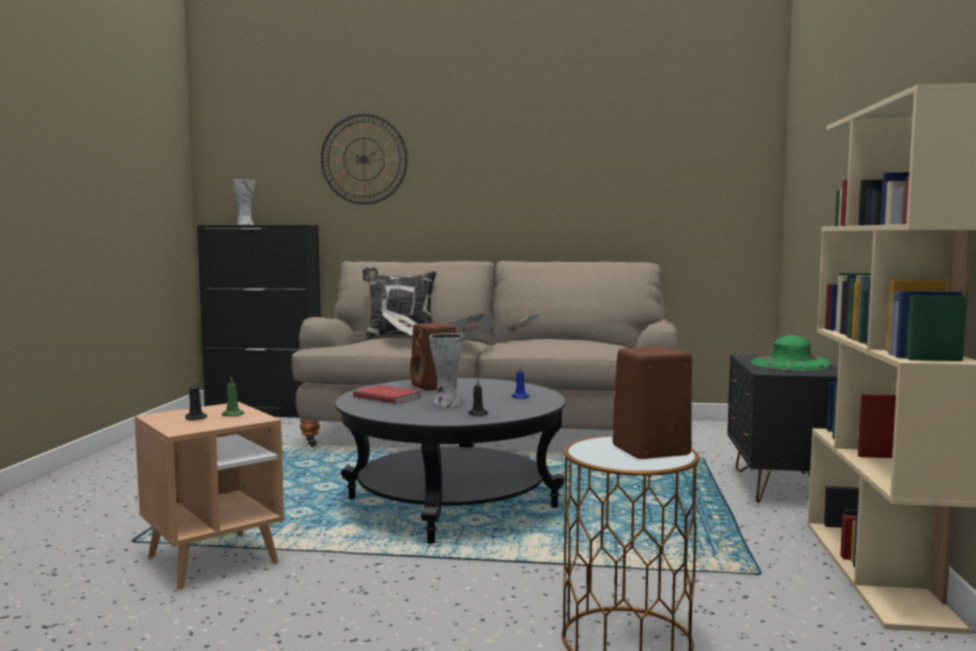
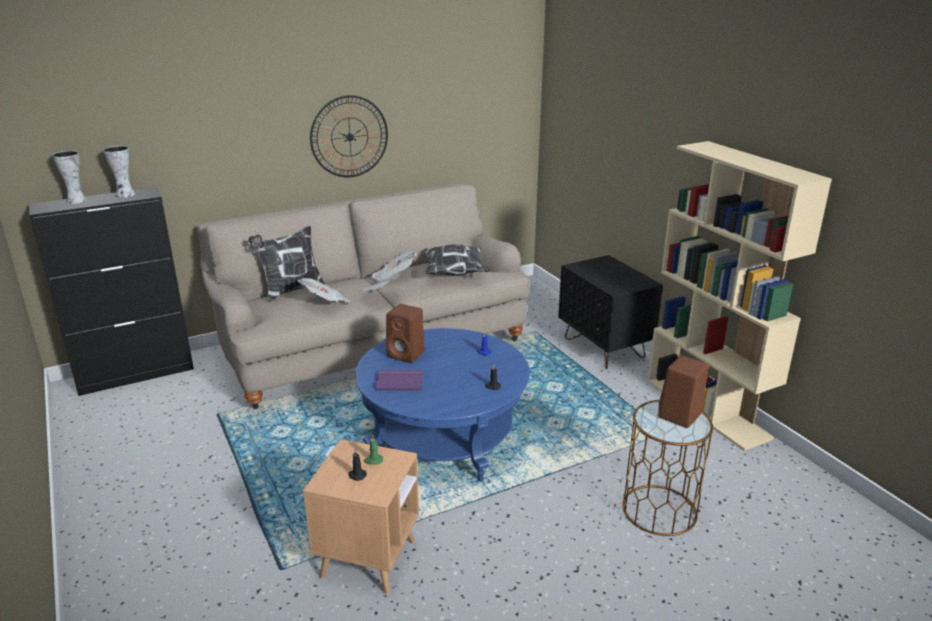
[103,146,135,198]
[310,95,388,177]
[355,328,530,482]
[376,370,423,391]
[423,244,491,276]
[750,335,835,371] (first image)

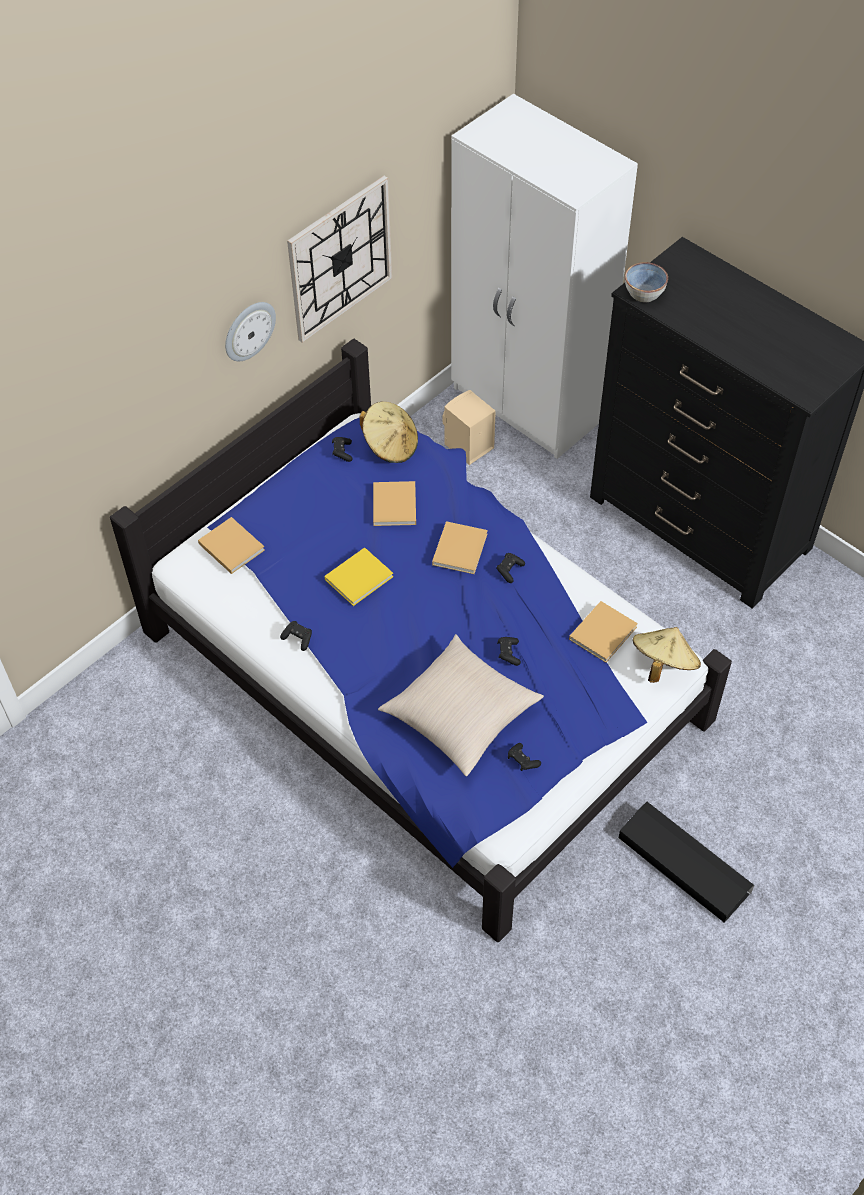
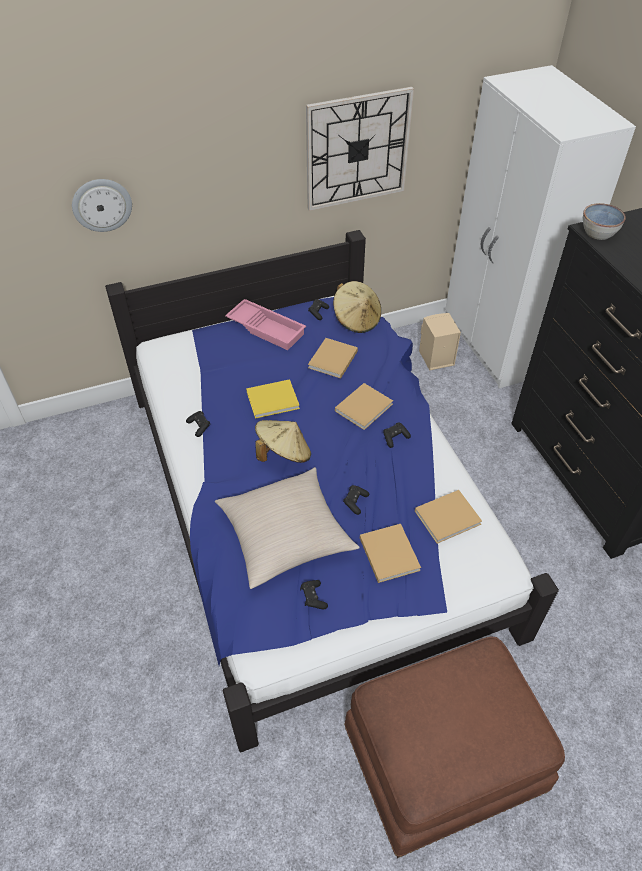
[72,179,132,232]
[225,299,306,350]
[255,420,311,463]
[344,636,565,858]
[360,524,421,583]

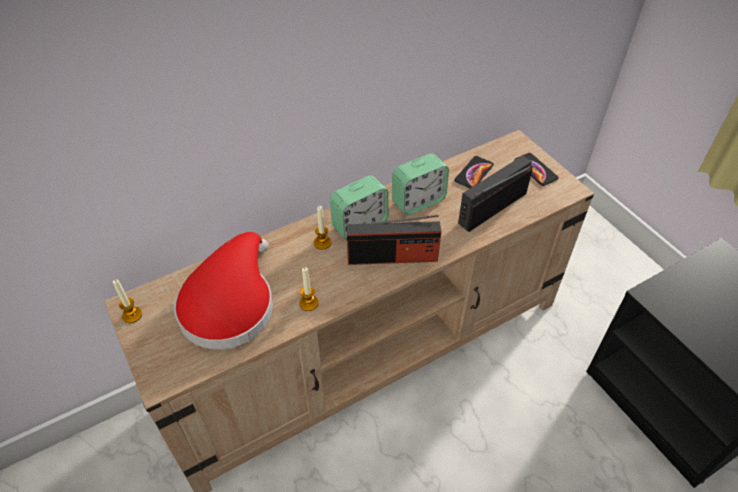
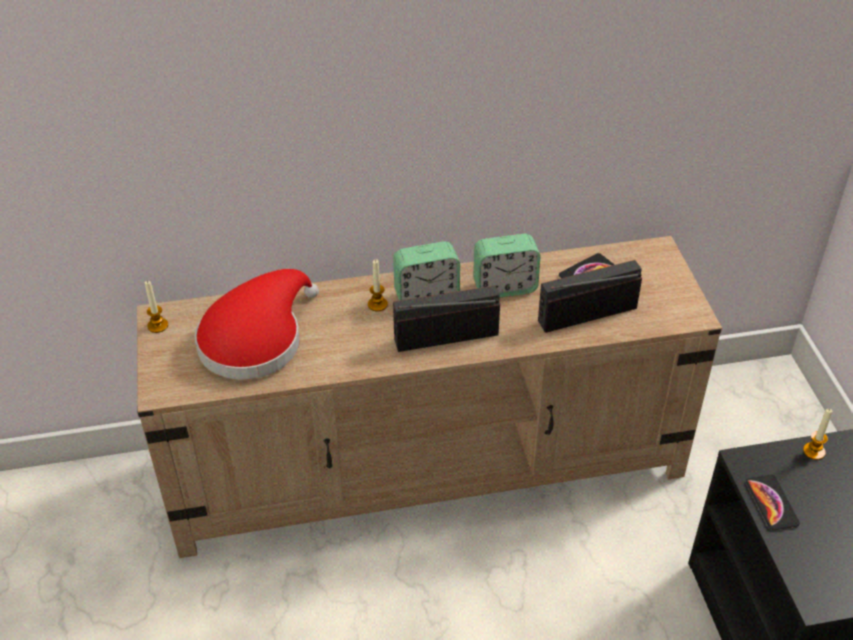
[393,285,500,352]
[746,474,800,530]
[803,409,833,460]

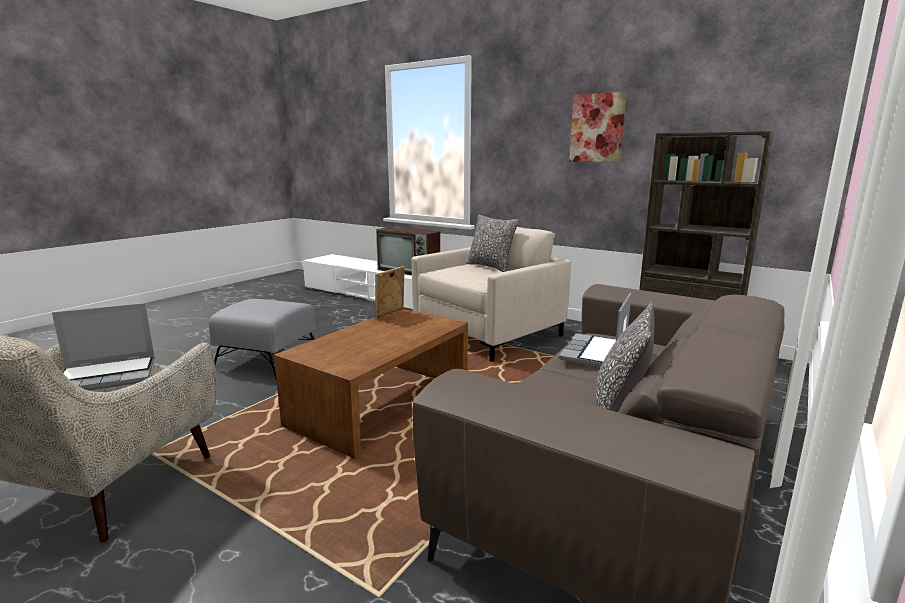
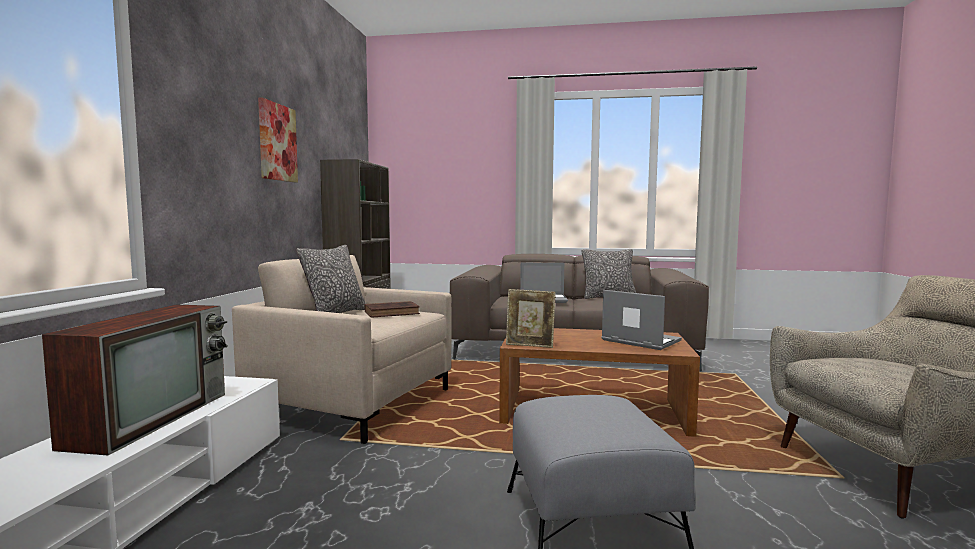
[365,301,420,318]
[601,290,682,350]

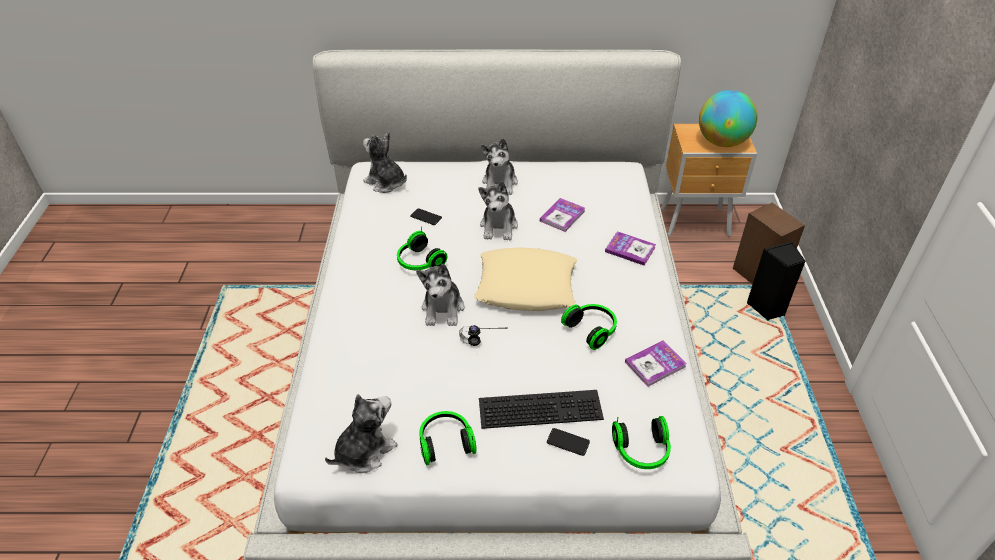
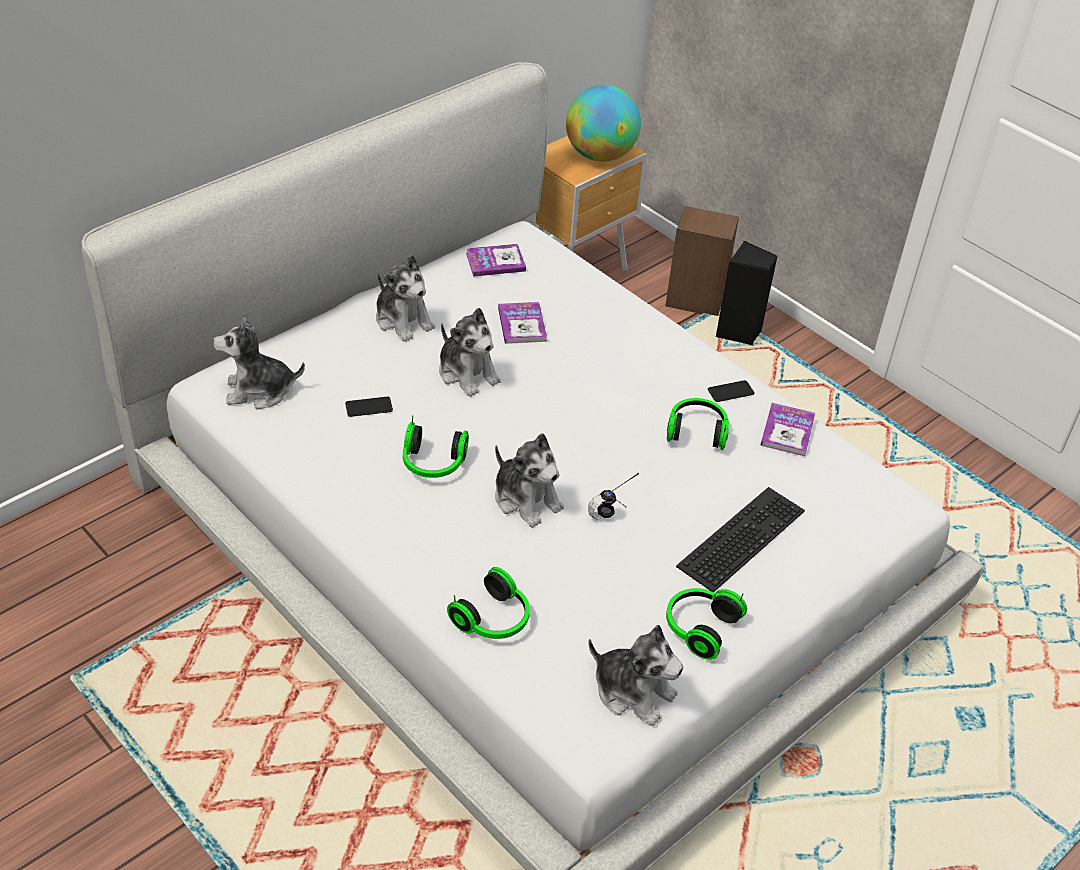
[447,567,530,639]
[466,244,526,277]
[588,625,683,726]
[708,380,755,402]
[474,247,577,311] (first image)

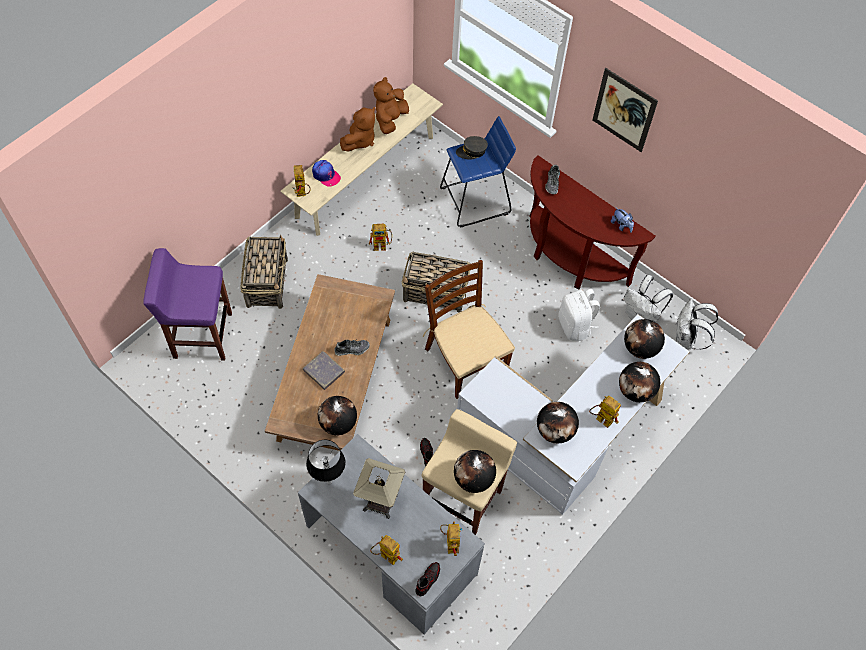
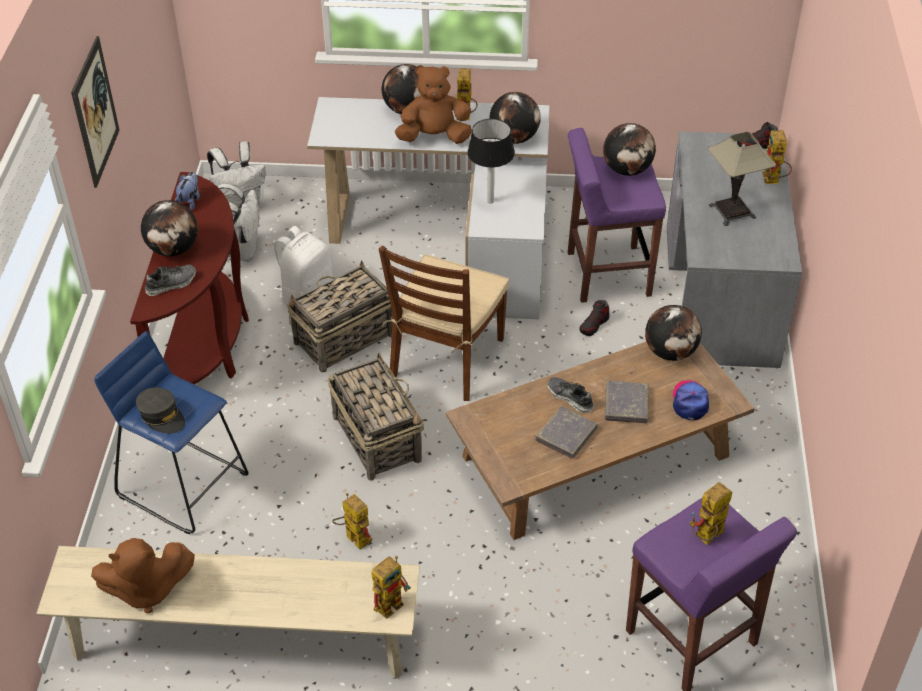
[141,200,198,256]
[287,260,392,372]
[395,65,472,144]
[467,119,515,203]
[536,406,598,459]
[568,128,666,303]
[673,380,709,420]
[689,482,732,545]

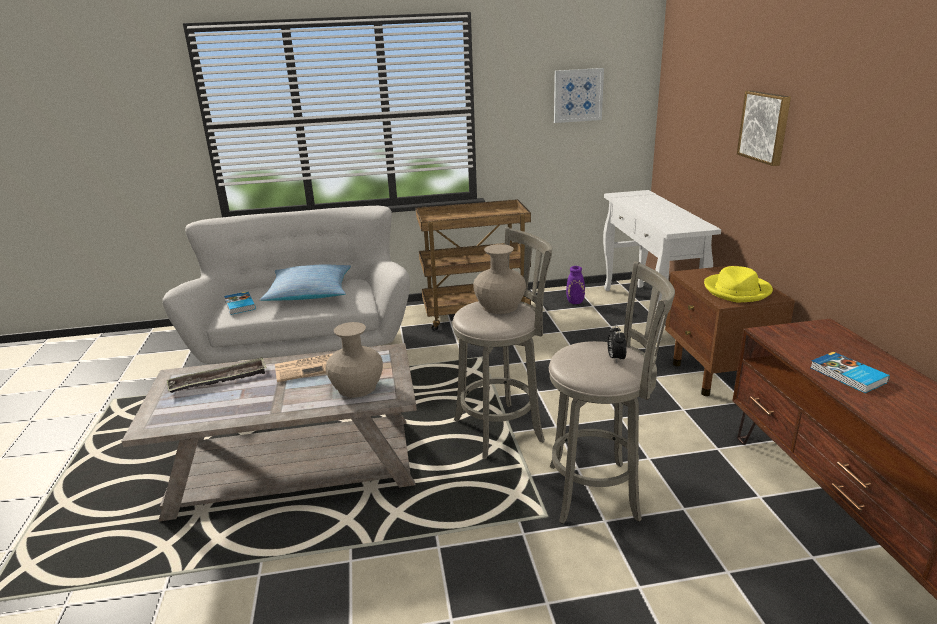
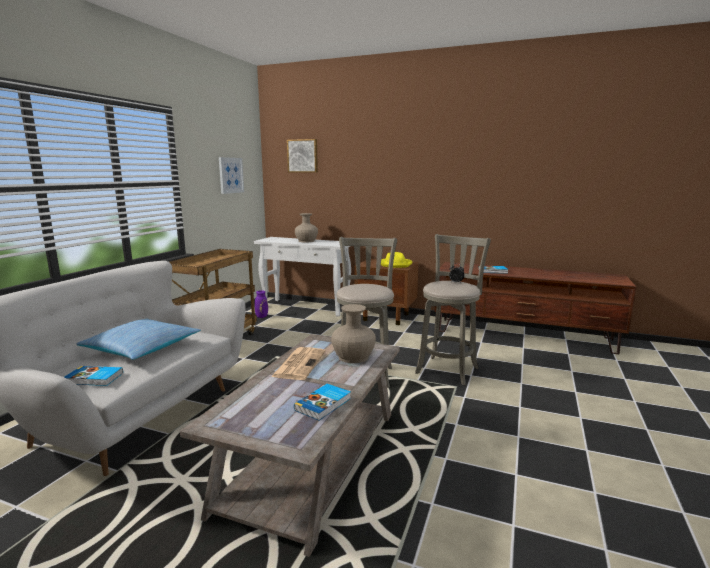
[287,139,318,173]
[294,384,351,421]
[295,213,318,243]
[166,357,267,393] (first image)

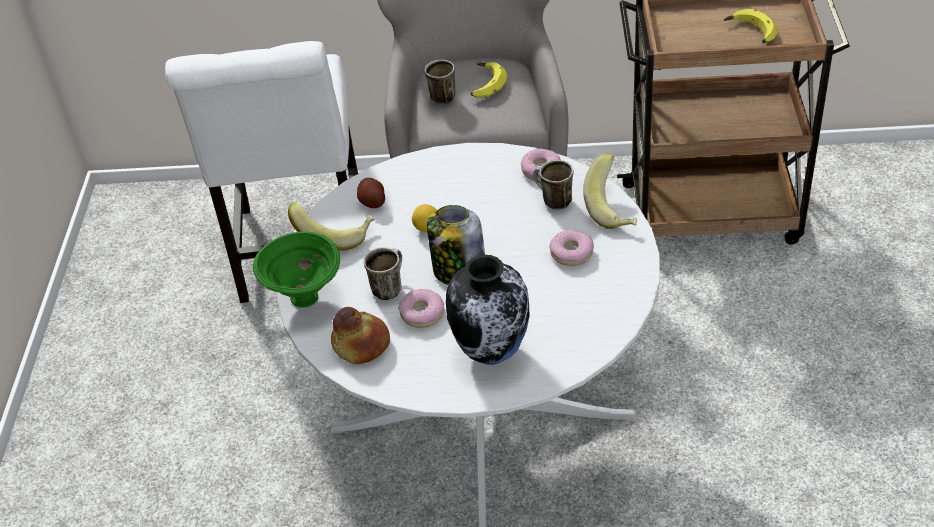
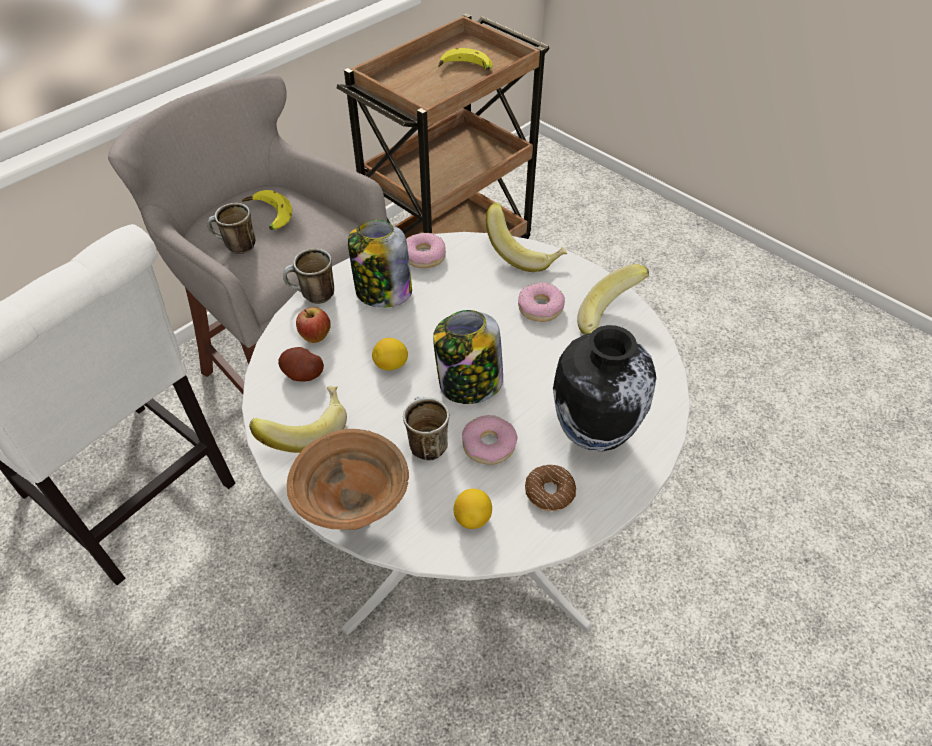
[283,248,334,304]
[287,429,409,530]
[296,307,331,343]
[348,220,412,308]
[453,489,492,529]
[525,465,576,511]
[577,264,649,334]

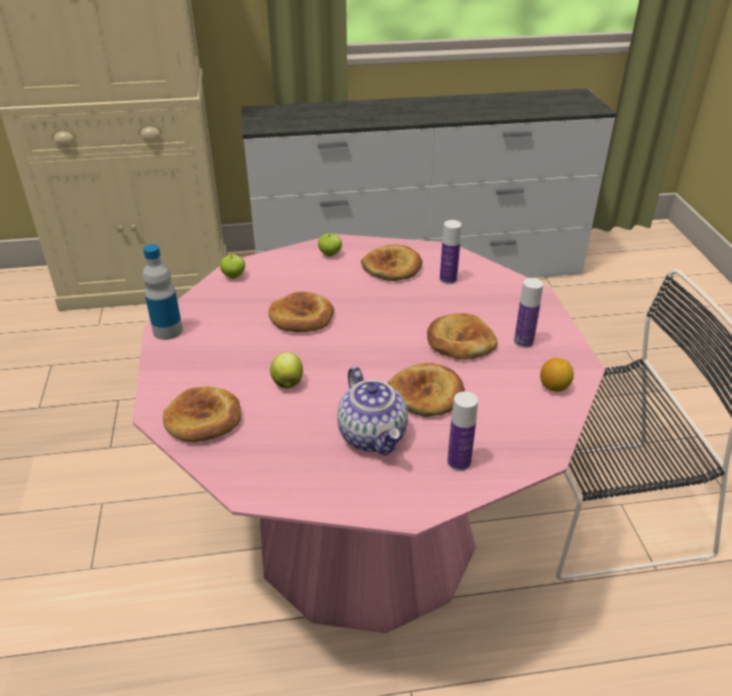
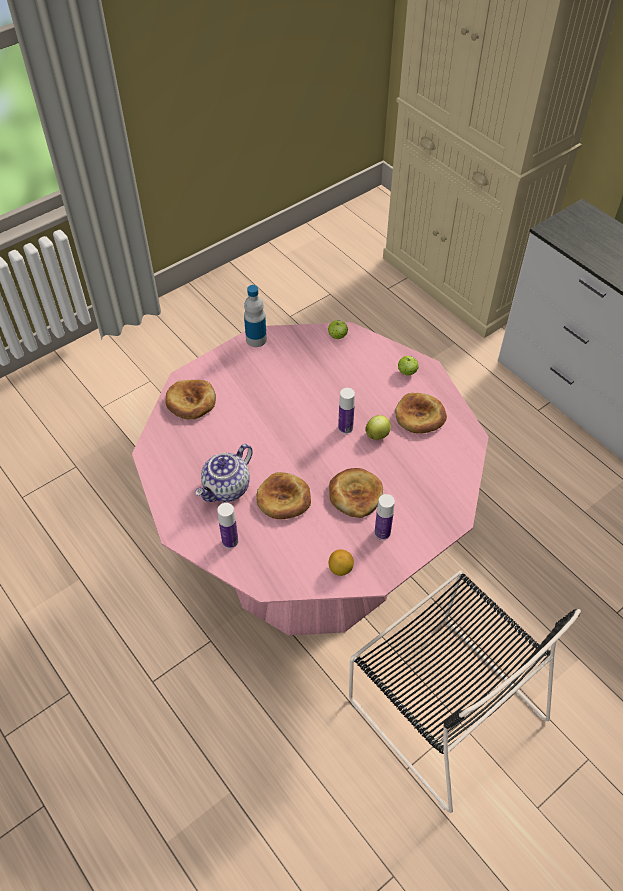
[338,388,355,434]
[365,415,391,440]
[268,292,334,332] (first image)

